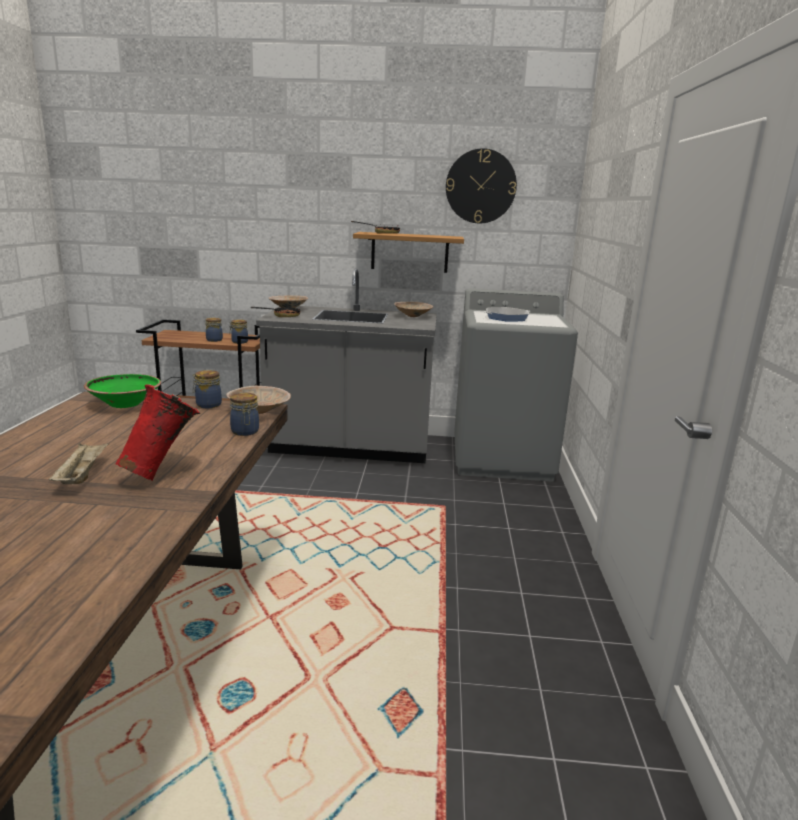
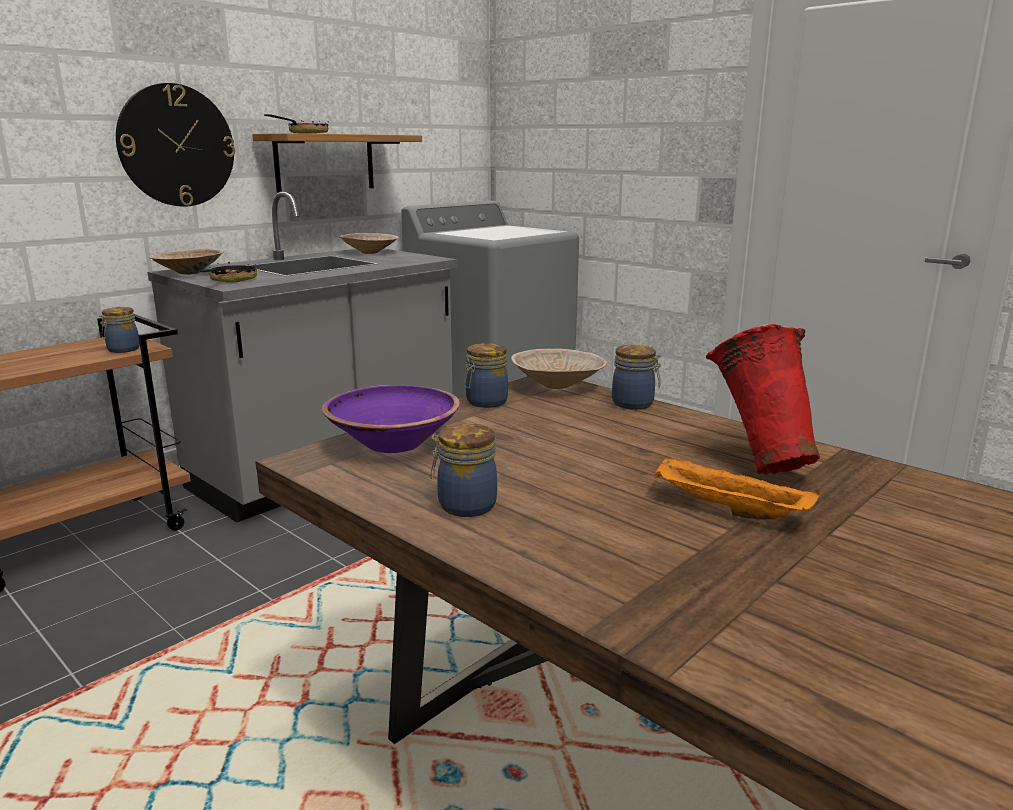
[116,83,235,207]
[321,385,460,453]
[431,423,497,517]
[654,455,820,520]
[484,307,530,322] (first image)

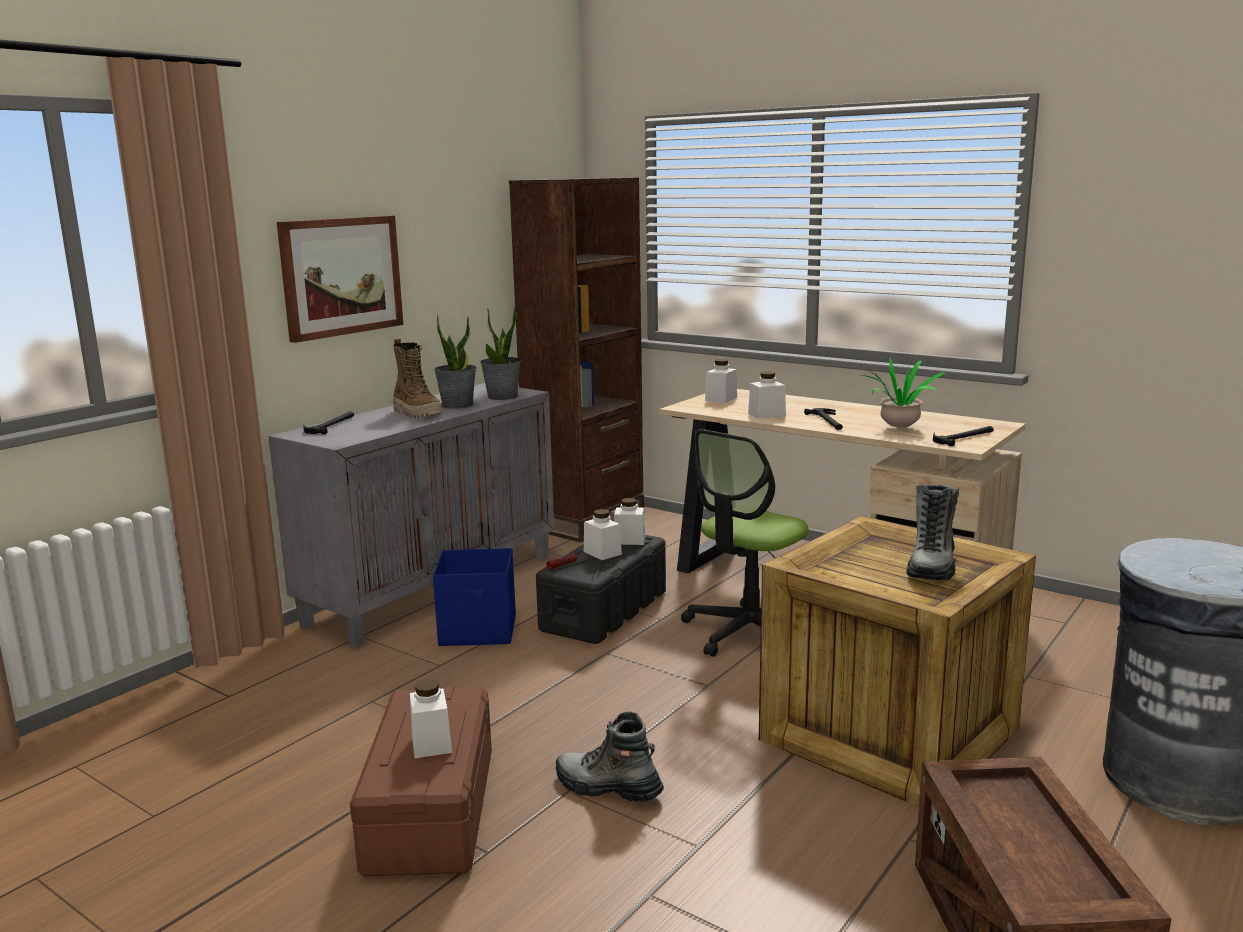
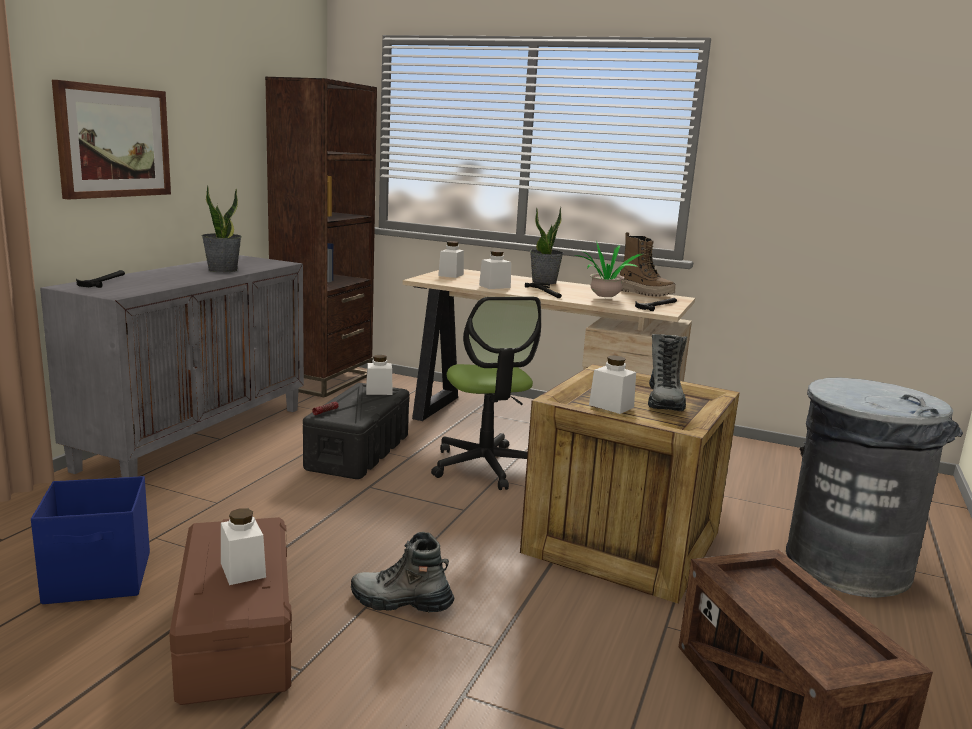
[31,476,150,604]
[431,297,541,490]
[530,207,564,284]
[589,356,636,414]
[620,232,676,297]

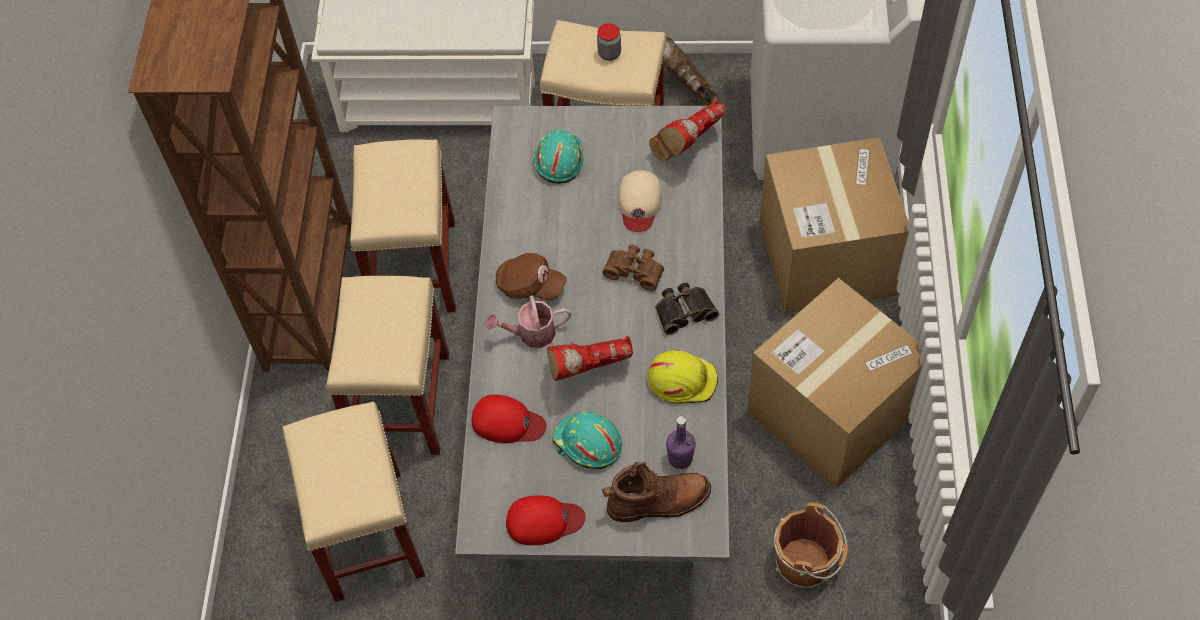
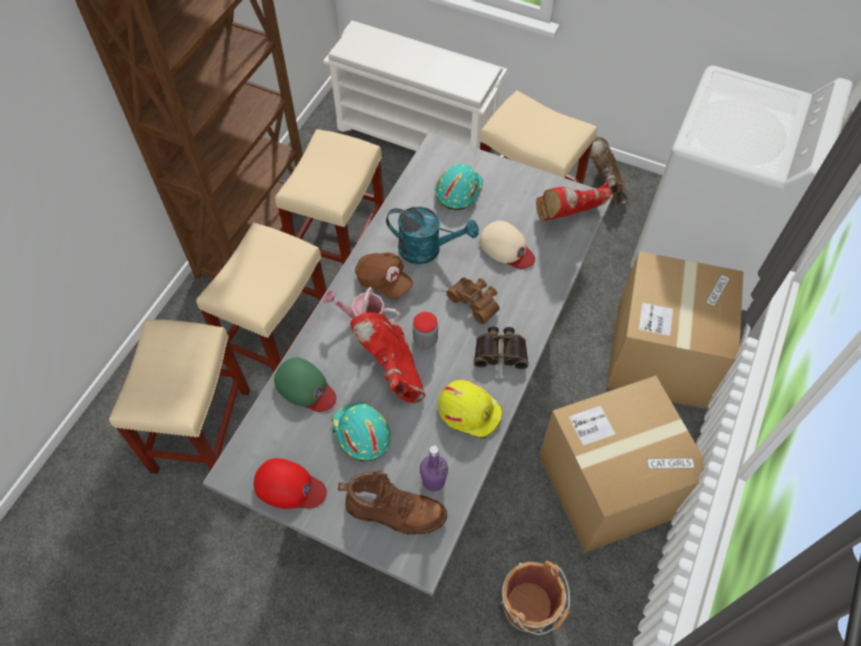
[274,357,336,412]
[350,312,425,403]
[386,206,479,264]
[413,312,438,349]
[480,221,535,269]

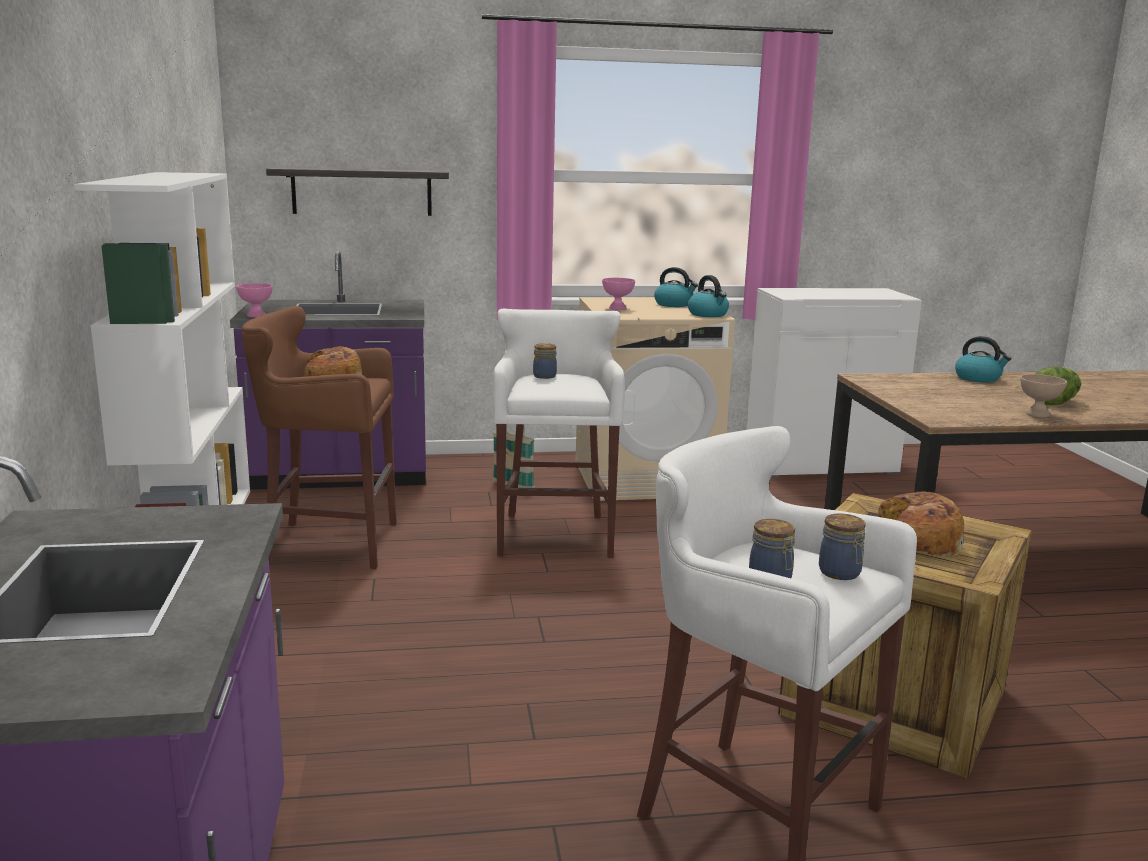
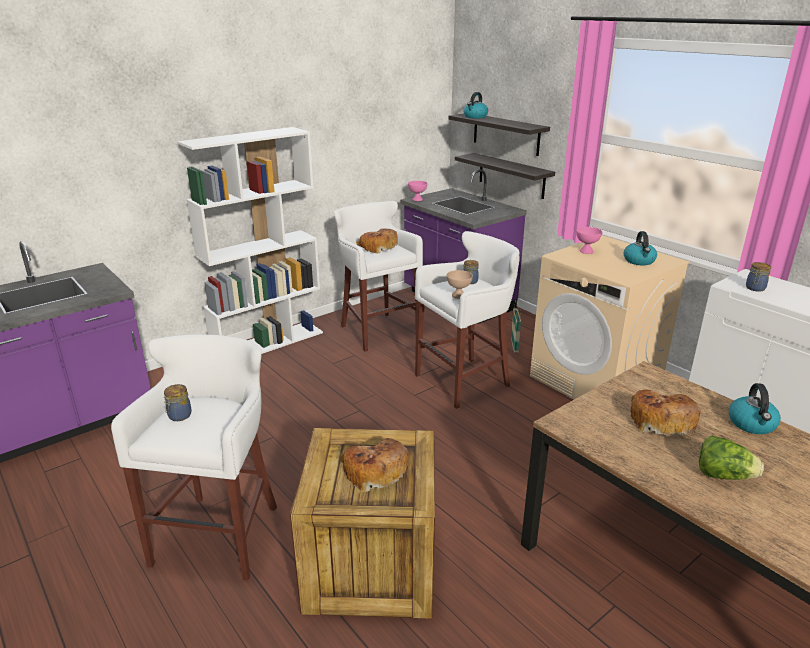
[334,201,423,352]
[446,270,473,299]
[455,153,555,199]
[463,92,488,119]
[631,389,701,437]
[746,262,771,292]

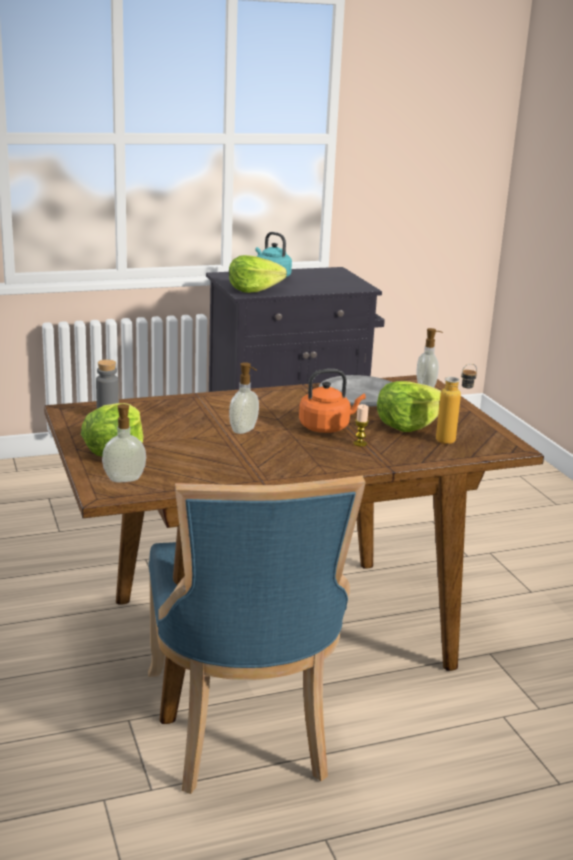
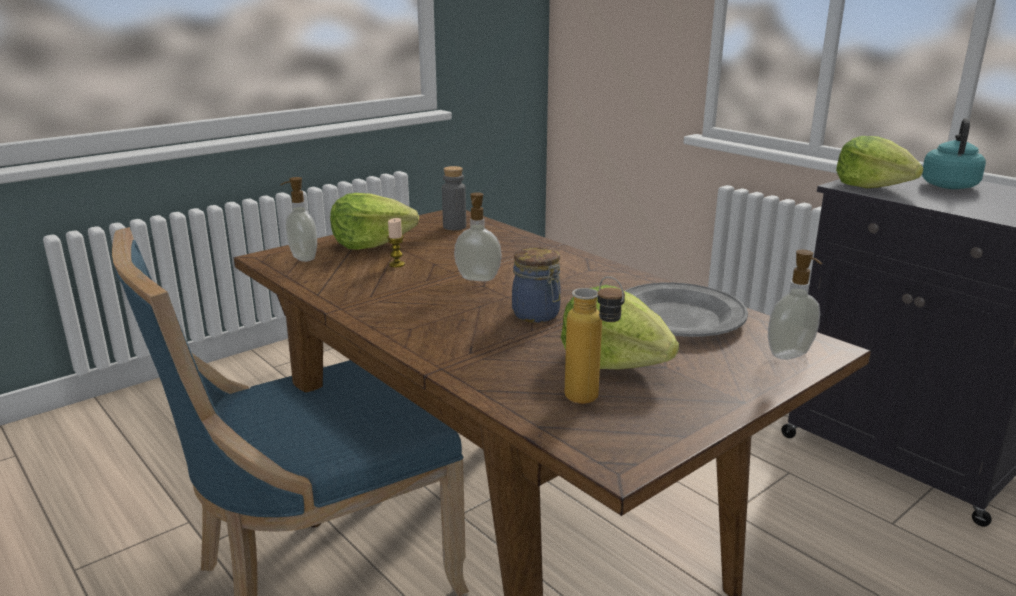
[387,218,405,267]
[512,247,561,323]

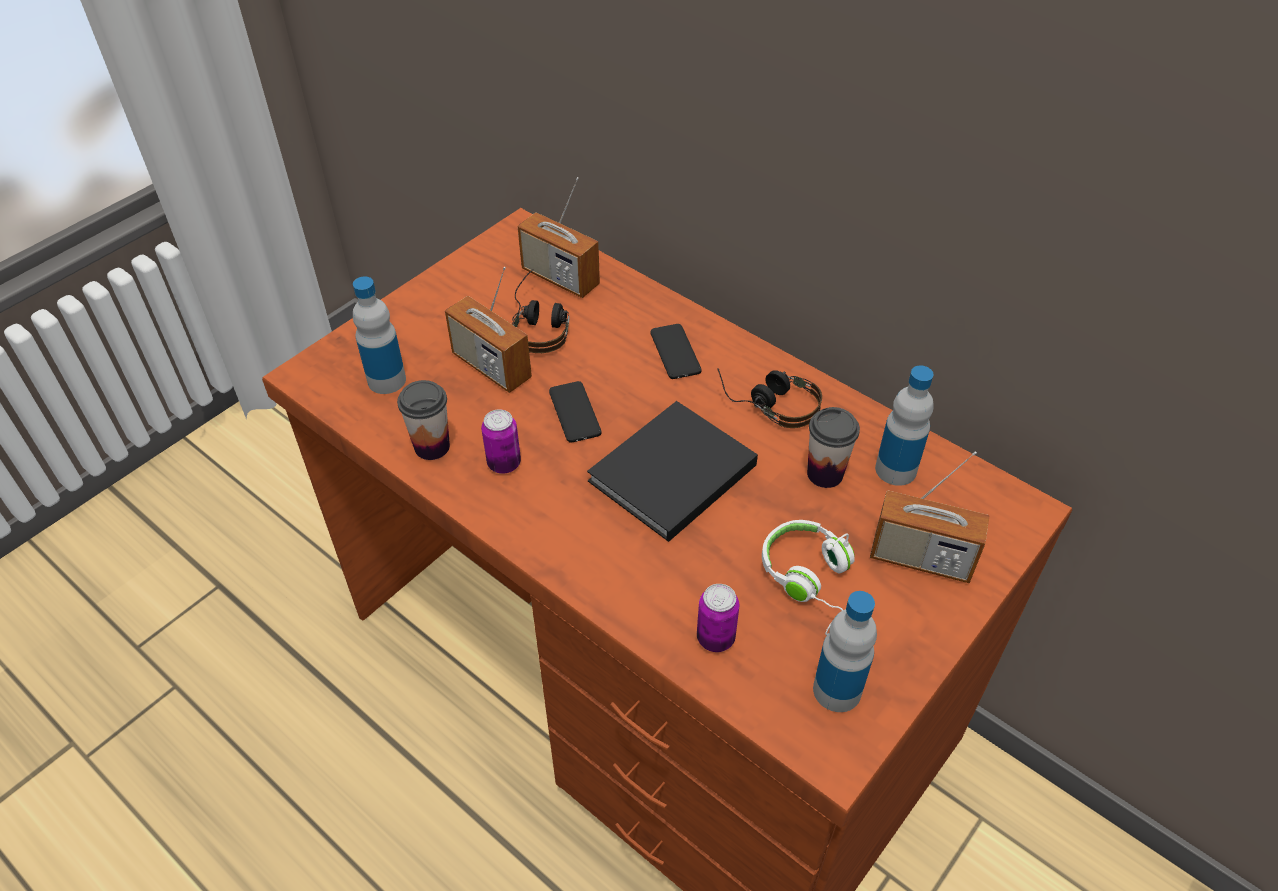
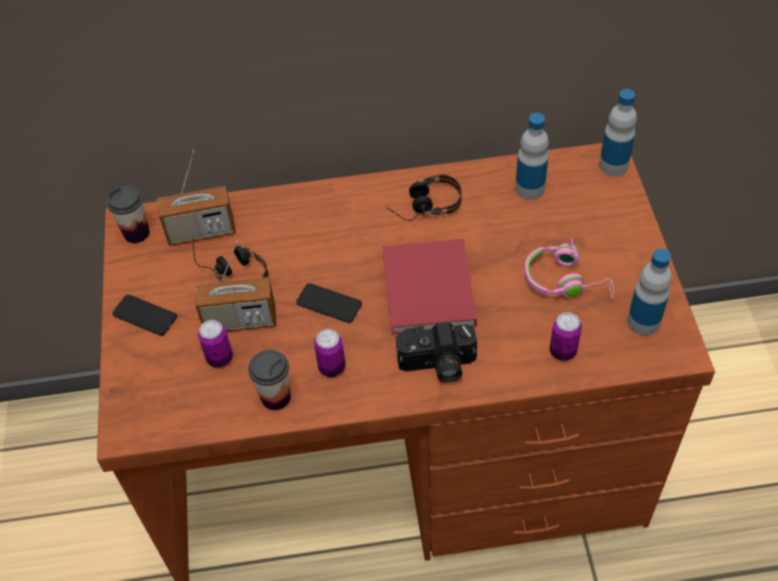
[106,185,150,243]
[112,295,177,336]
[198,320,233,368]
[382,239,477,335]
[396,322,477,383]
[525,238,614,300]
[599,89,637,176]
[870,452,989,583] (first image)

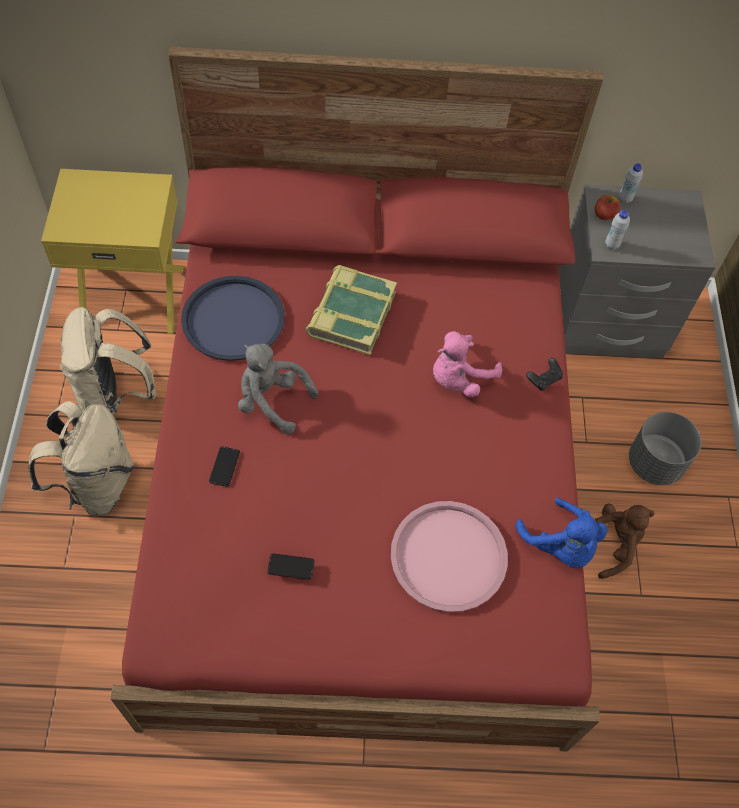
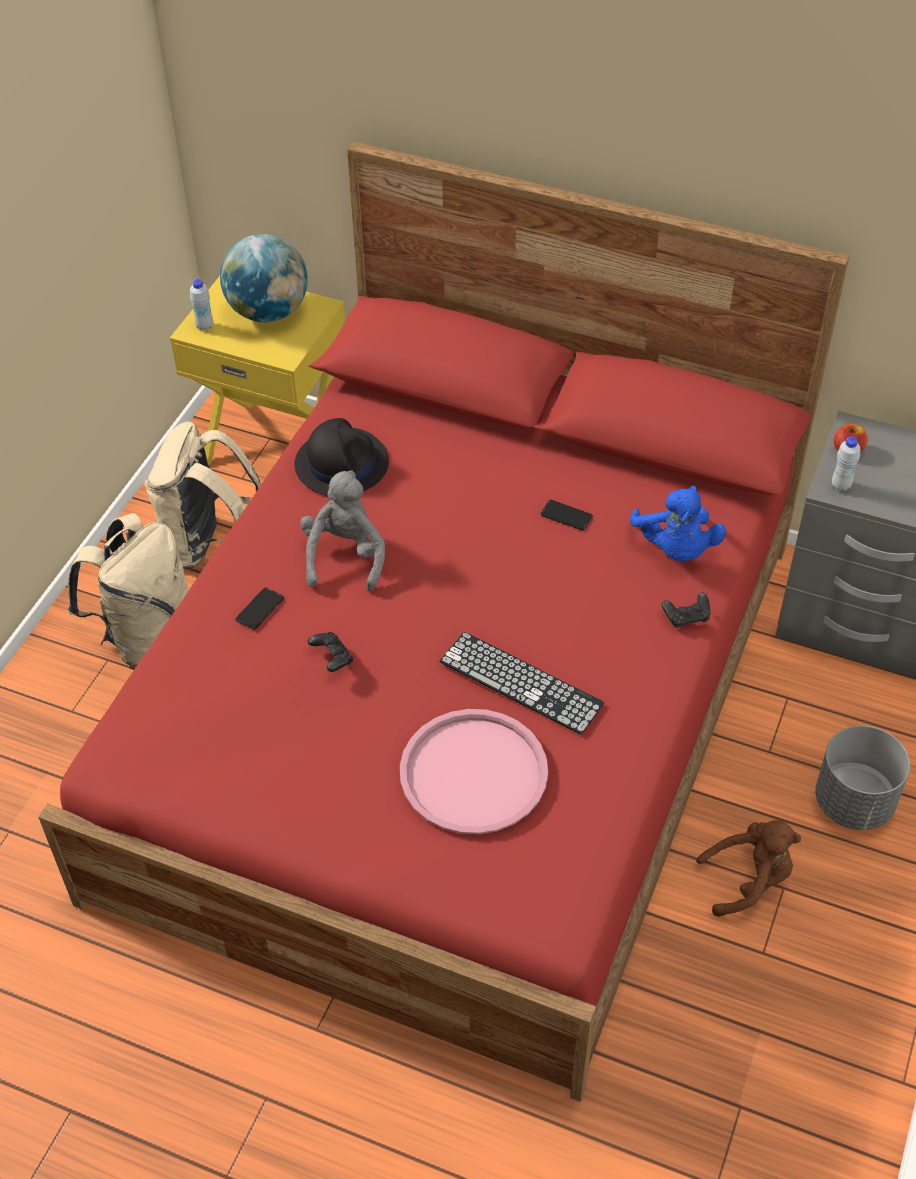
[190,279,213,331]
[220,234,308,323]
[294,418,389,497]
[300,470,385,592]
[308,632,353,672]
[439,632,604,735]
[541,500,593,530]
[630,486,726,561]
[306,265,397,355] (first image)
[433,331,502,397] (first image)

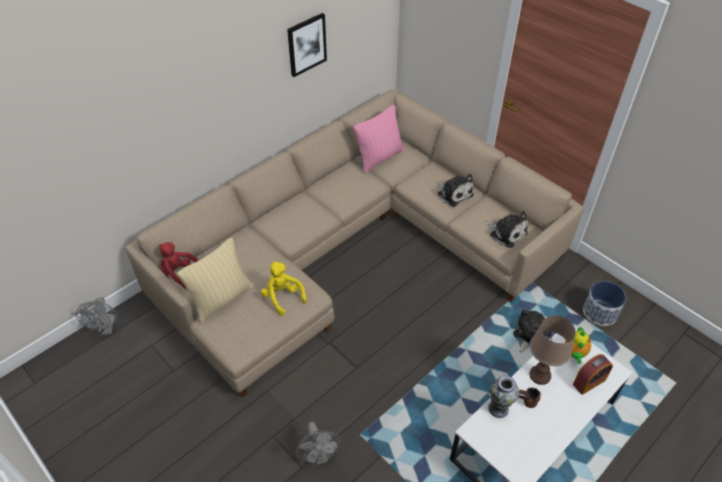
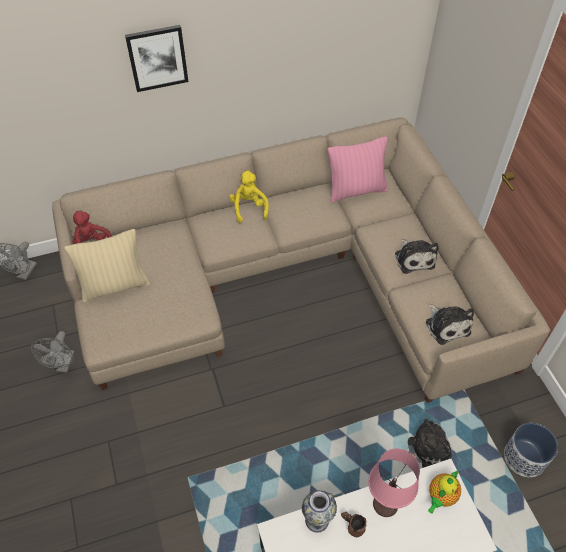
[31,331,74,372]
[125,25,188,92]
[230,170,269,223]
[368,448,420,517]
[573,354,613,395] (first image)

